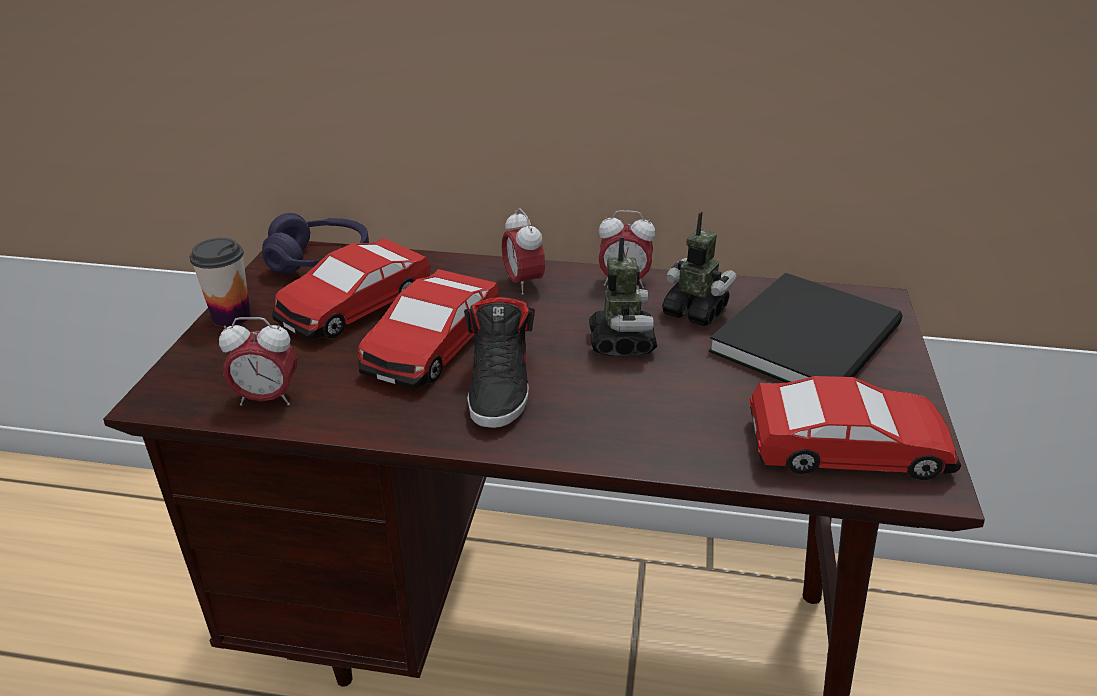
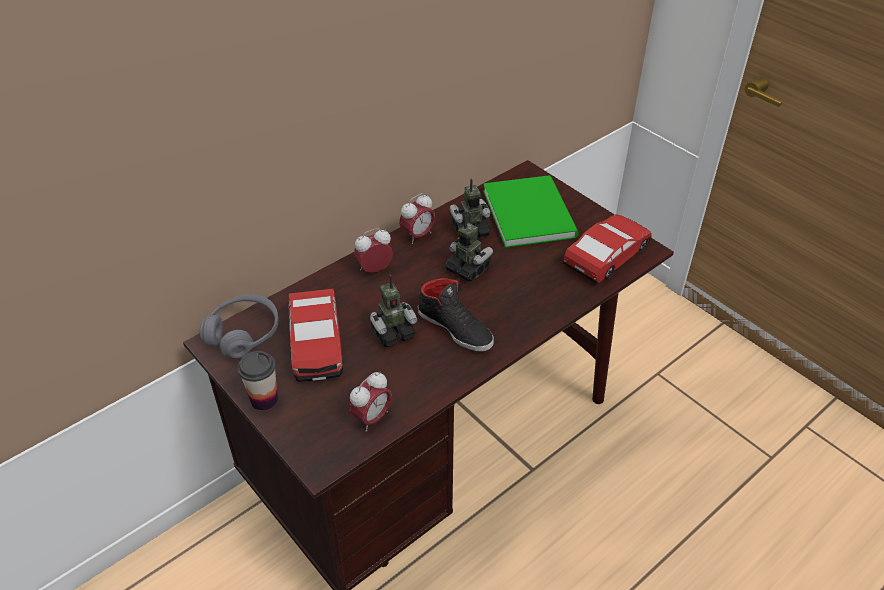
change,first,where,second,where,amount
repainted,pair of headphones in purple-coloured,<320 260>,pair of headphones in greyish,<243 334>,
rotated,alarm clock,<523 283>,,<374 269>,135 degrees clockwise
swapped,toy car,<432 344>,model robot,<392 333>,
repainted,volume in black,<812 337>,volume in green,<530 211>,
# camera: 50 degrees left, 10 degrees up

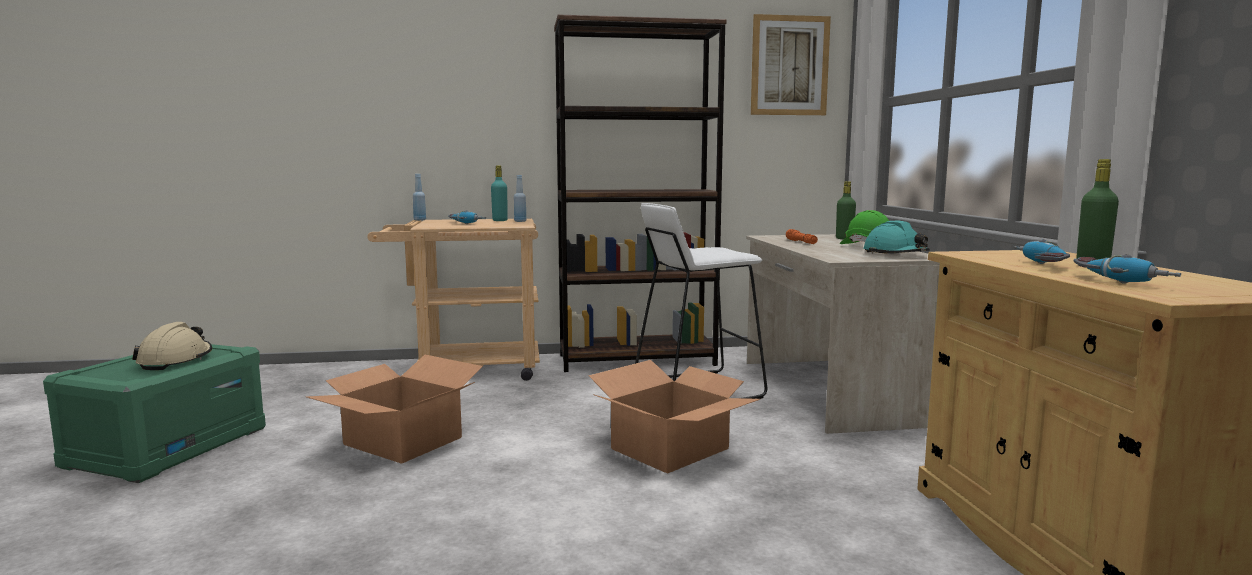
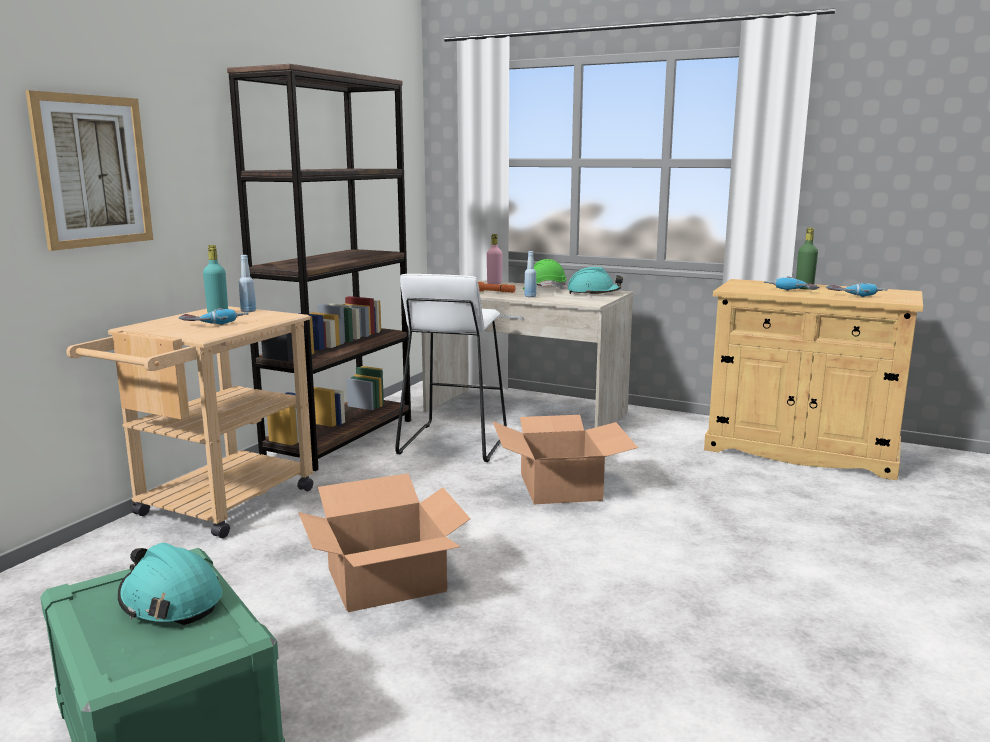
change,first,where,second,where,amount
shifted,picture,<789 66>,,<93 171>,
repainted,work helmet in beige-coloured,<175 360>,work helmet in turquoise-coloured,<170 601>,
repainted,drink bottle in green,<844 238>,drink bottle in pink,<494 283>,
shifted,drink bottle in bluish,<420 220>,,<530 296>,
# camera: 55 degrees left, 5 degrees up

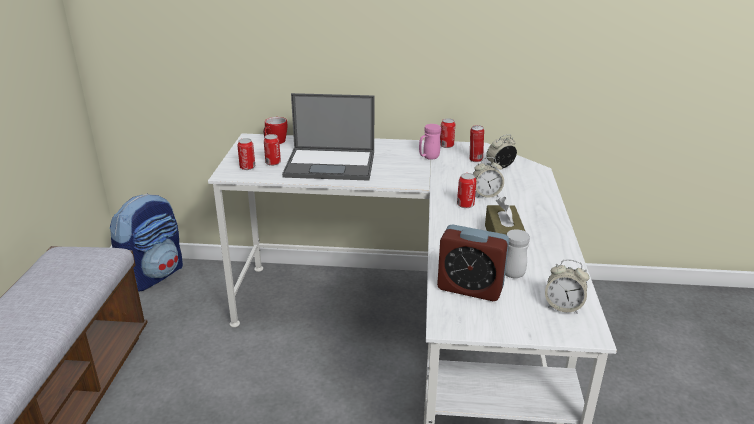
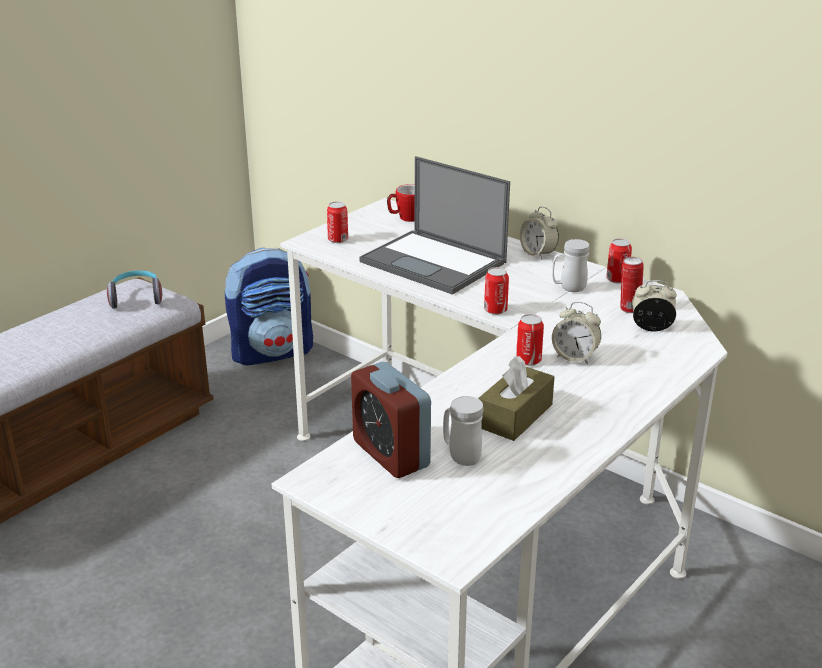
change,first,where,second,where,amount
new,,,pair of headphones,<136 297>,
shifted,metal can,<273 163>,,<495 310>,
shifted,alarm clock,<563 306>,,<538 254>,
repainted,mug in pink,<428 158>,mug in white,<568 288>,
# camera: 35 degrees right, 0 degrees up

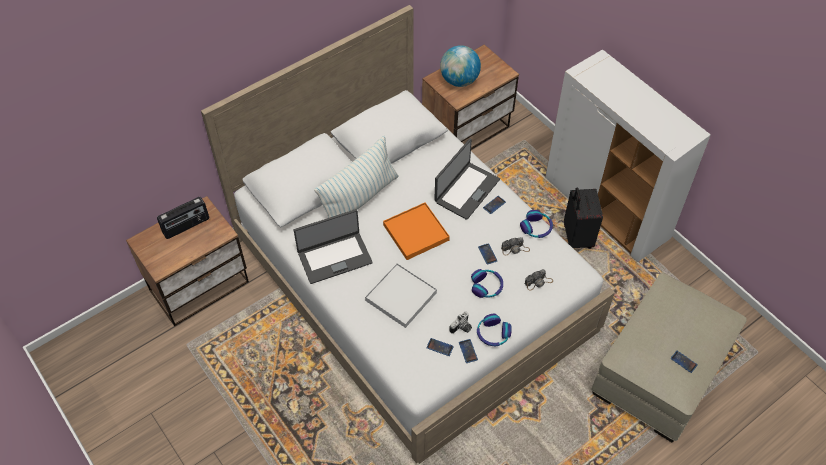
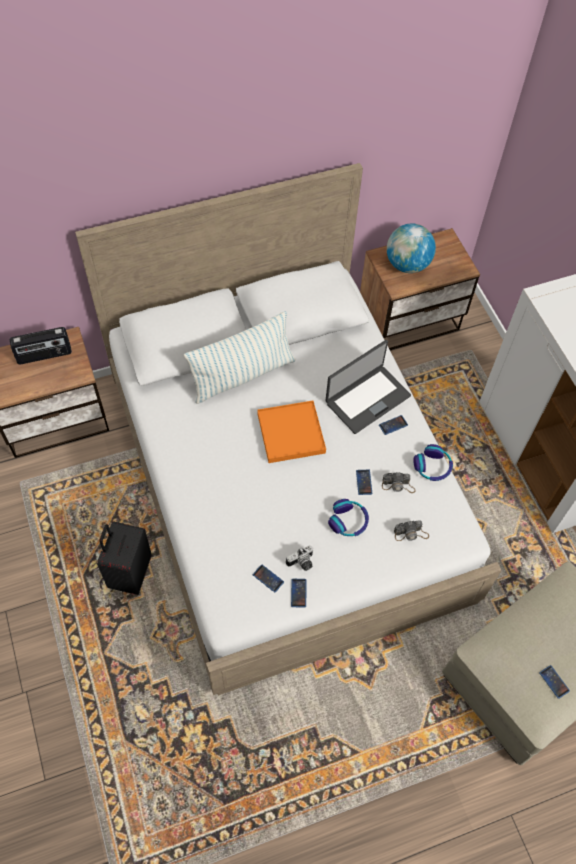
change,first,where,second,where,amount
shifted,travel case in black,<576 237>,,<129 573>,
gone,portable computer,<334 257>,,,
gone,tray in white,<400 296>,,,
gone,pair of headphones,<493 334>,,,
# camera: 15 degrees right, 5 degrees up

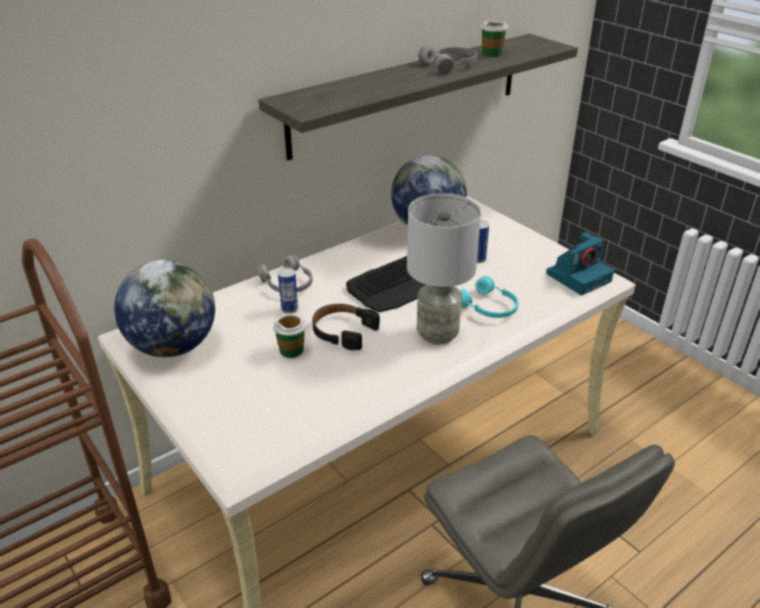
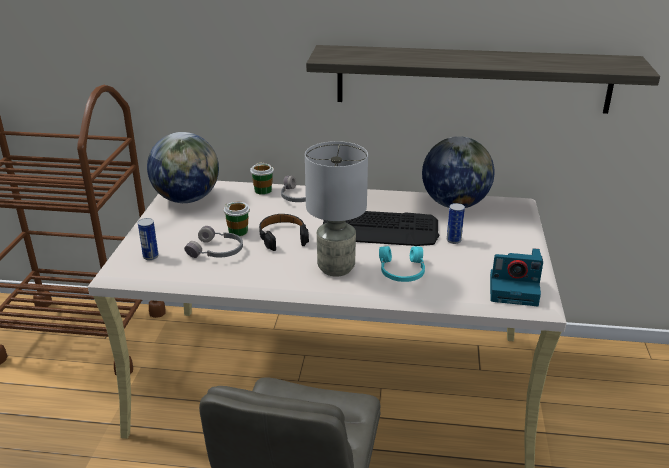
change,first,where,second,where,amount
shifted,metal can,<289 309>,,<150 256>,
shifted,pair of headphones in greyish,<450 65>,,<217 251>,
shifted,cup,<492 54>,,<263 190>,
# camera: 45 degrees right, 5 degrees down

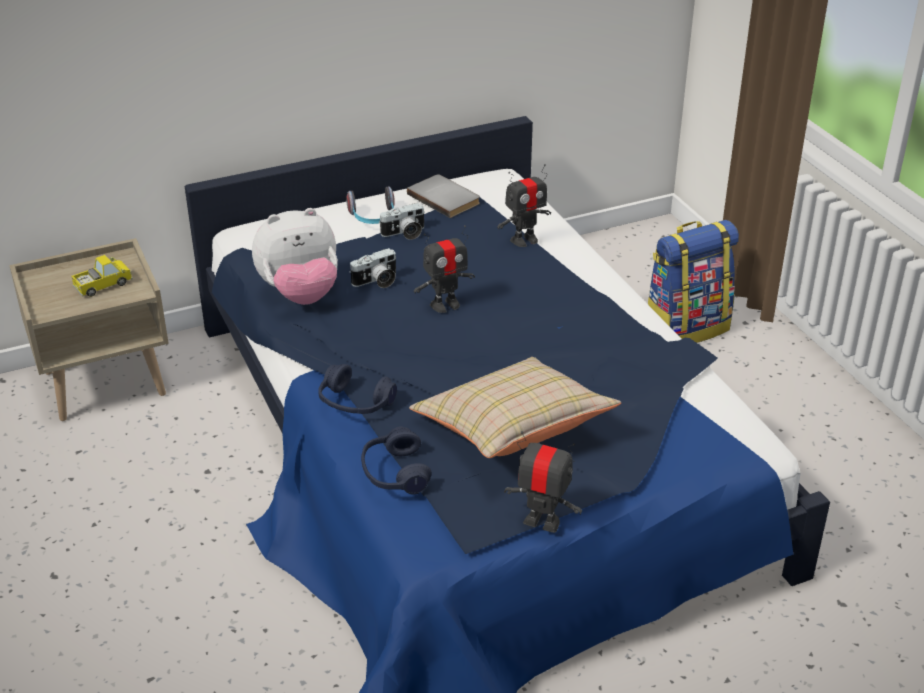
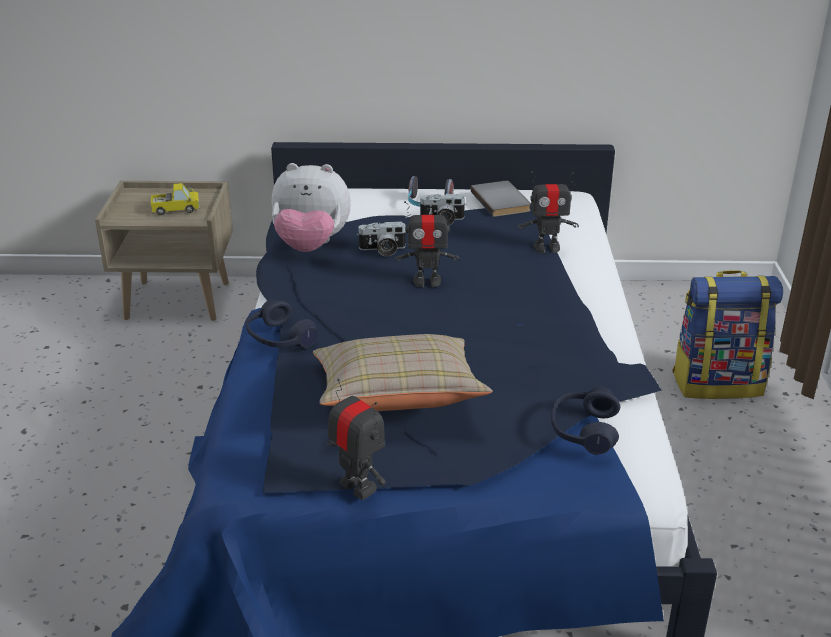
change,first,where,second,where,amount
shifted,pair of headphones in bluish,<394 473>,,<583 431>,
# camera: 25 degrees right, 5 degrees down

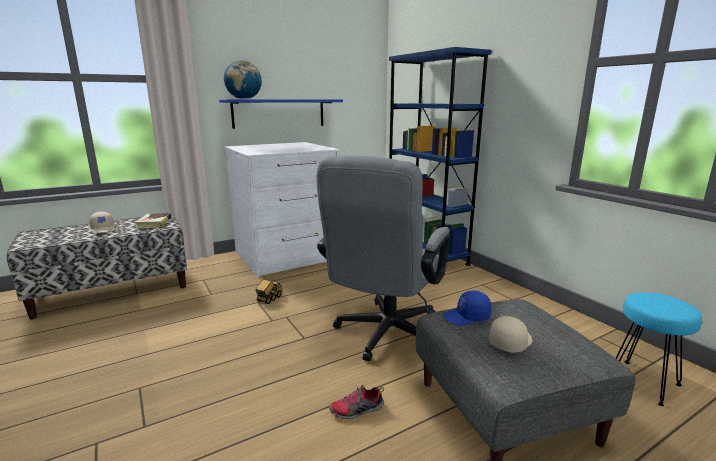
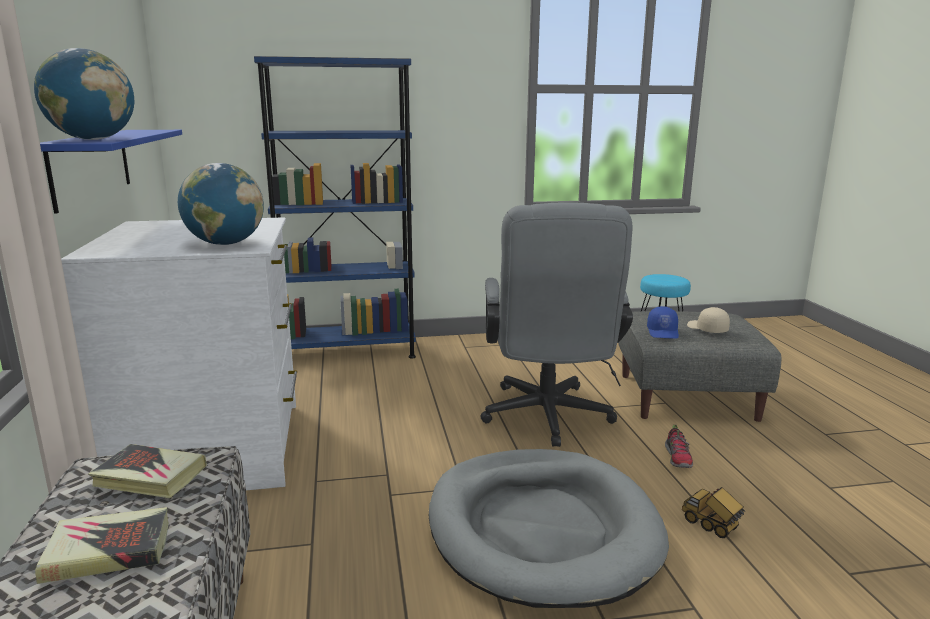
change,first,where,second,where,amount
swapped,peaked cap in beige-coloured,<103 229>,volume,<108 551>,
new,,,desk globe,<225 244>,
new,,,dog bed in greyish,<541 529>,
rotated,computer chair in greyish,<384 336>,,<547 419>,45 degrees clockwise
shifted,toy lorry,<269 299>,,<711 525>,
# camera: 70 degrees left, 0 degrees up

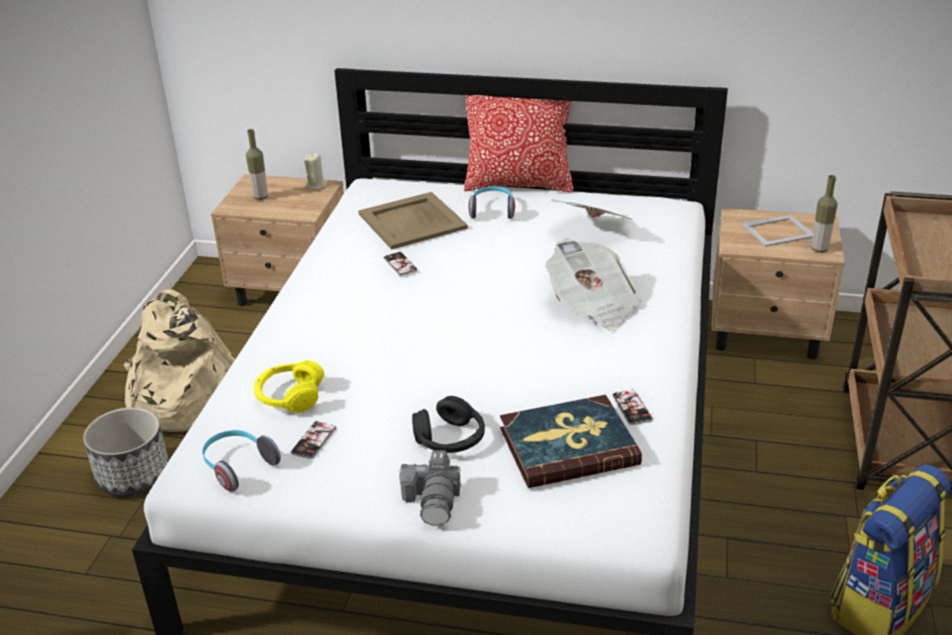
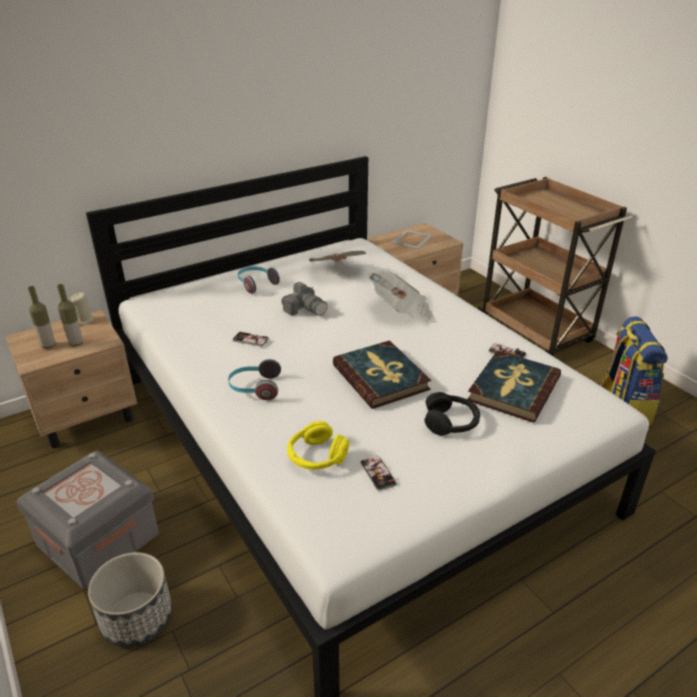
change,first,where,second,where,amount
swapped,rucksack in beige-coloured,<180 399>,storage bin in greyish,<98 539>,
shifted,drink bottle,<819 249>,,<76 343>,
shifted,pair of headphones,<238 466>,,<255 388>,
shifted,still camera,<433 500>,,<305 309>,
new,,,volume,<381 377>,
gone,tray in beige-coloured,<412 221>,,,
gone,pillow,<519 184>,,,
# camera: 45 degrees left, 0 degrees up

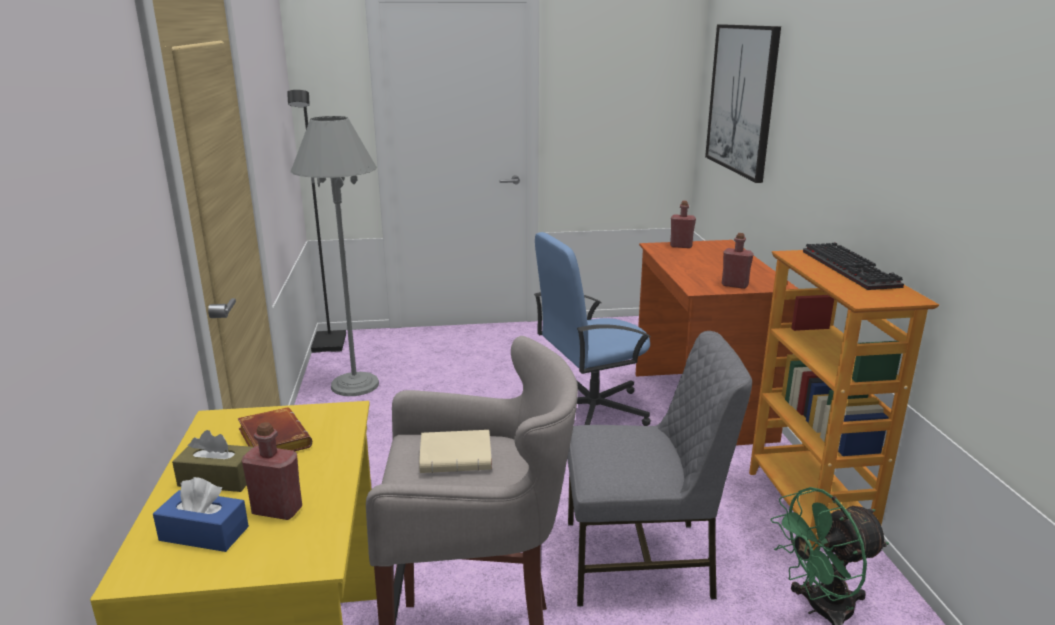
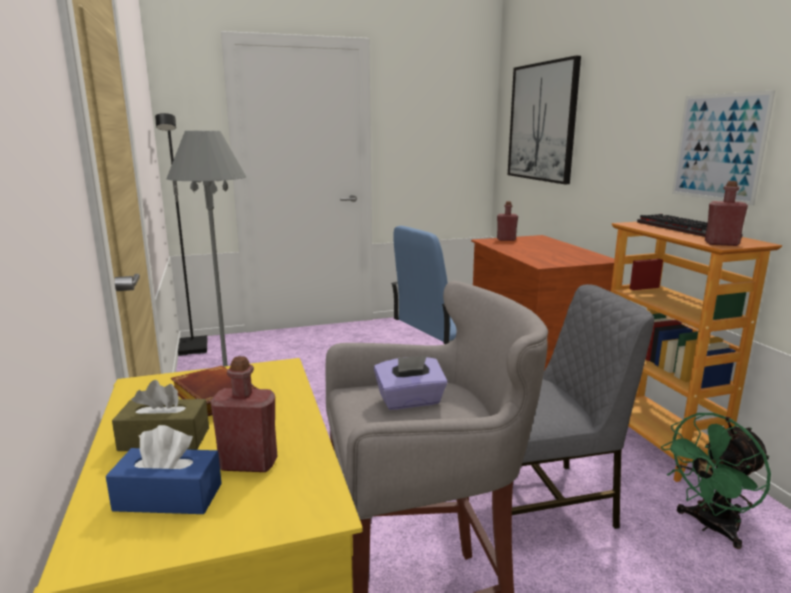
change,first,where,second,where,amount
swapped,volume in beige-coloured,<458 457>,tissue holder in purple-coloured,<410 401>,
new,,,picture,<718 147>,
shifted,drink bottle in red,<734 285>,,<721 244>,
# camera: 10 degrees left, 5 degrees down

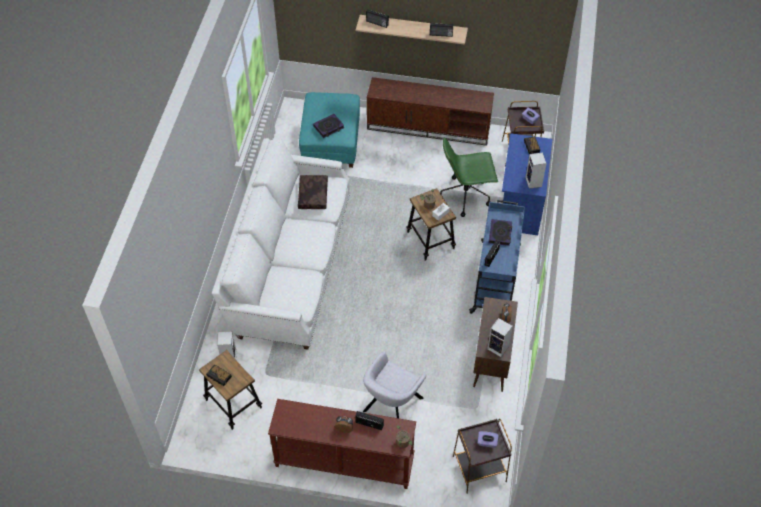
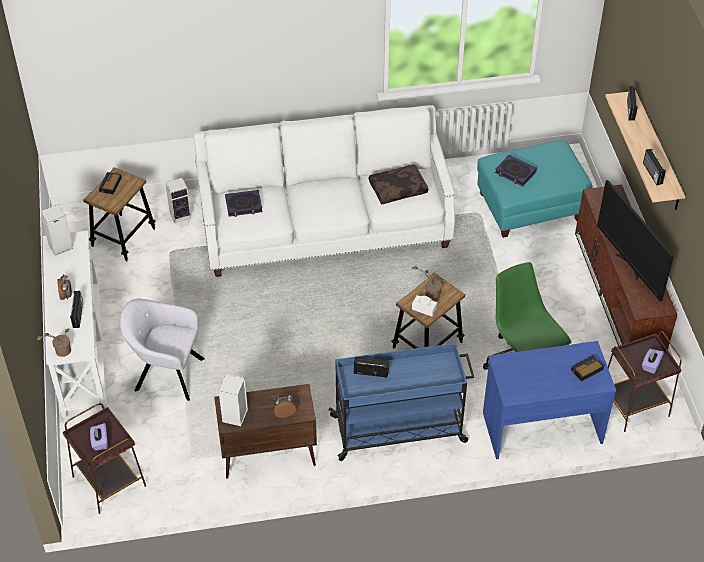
change,first,where,second,where,amount
shifted,audio speaker,<534 182>,,<60 247>,
repainted,hall table in brownish,<344 462>,hall table in white,<80 351>,
shifted,volume,<500 234>,,<243 205>,
new,,,TV set,<629 265>,
# camera: 70 degrees right, 5 degrees down

